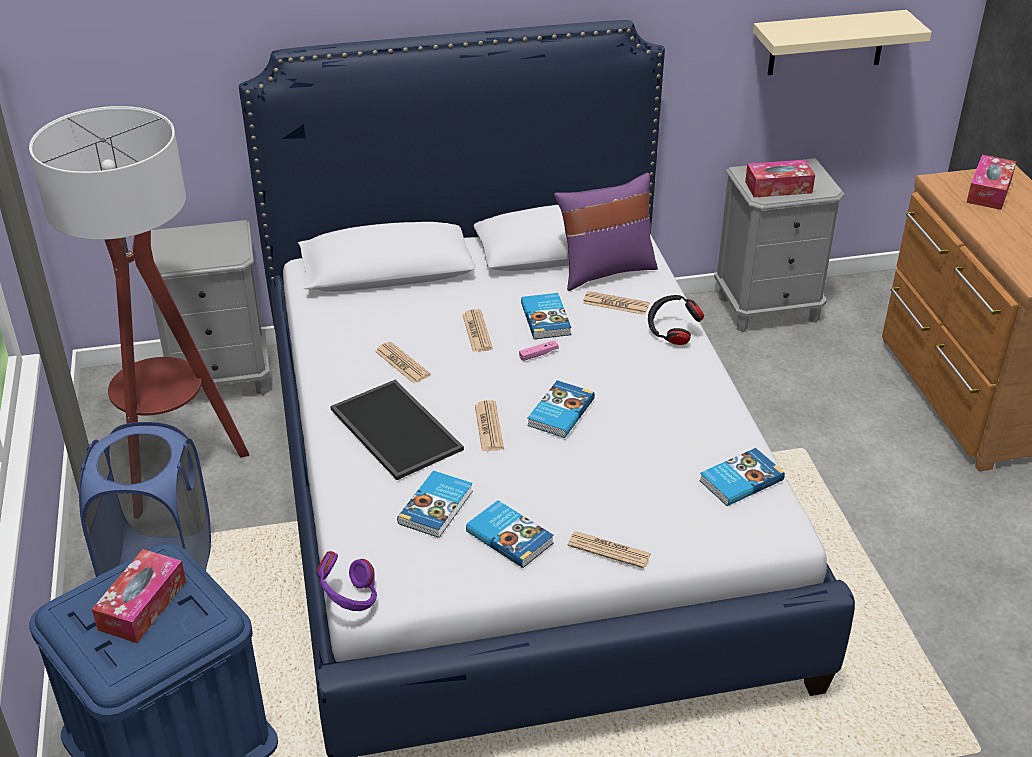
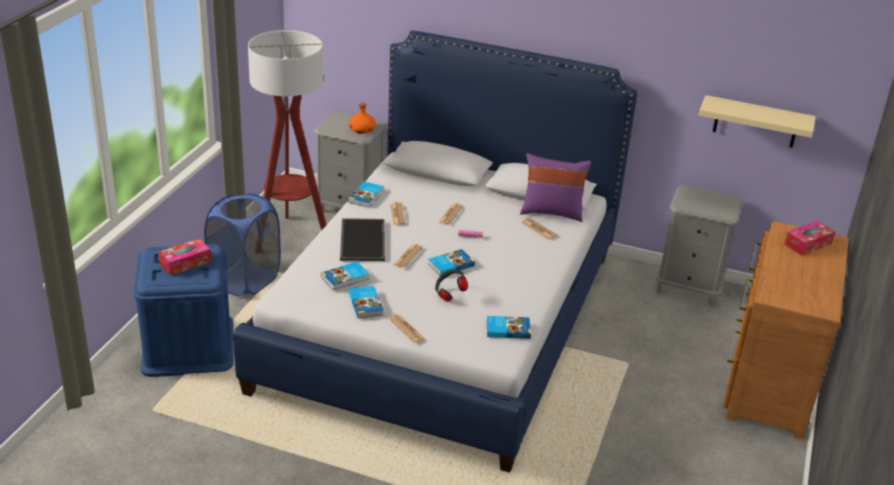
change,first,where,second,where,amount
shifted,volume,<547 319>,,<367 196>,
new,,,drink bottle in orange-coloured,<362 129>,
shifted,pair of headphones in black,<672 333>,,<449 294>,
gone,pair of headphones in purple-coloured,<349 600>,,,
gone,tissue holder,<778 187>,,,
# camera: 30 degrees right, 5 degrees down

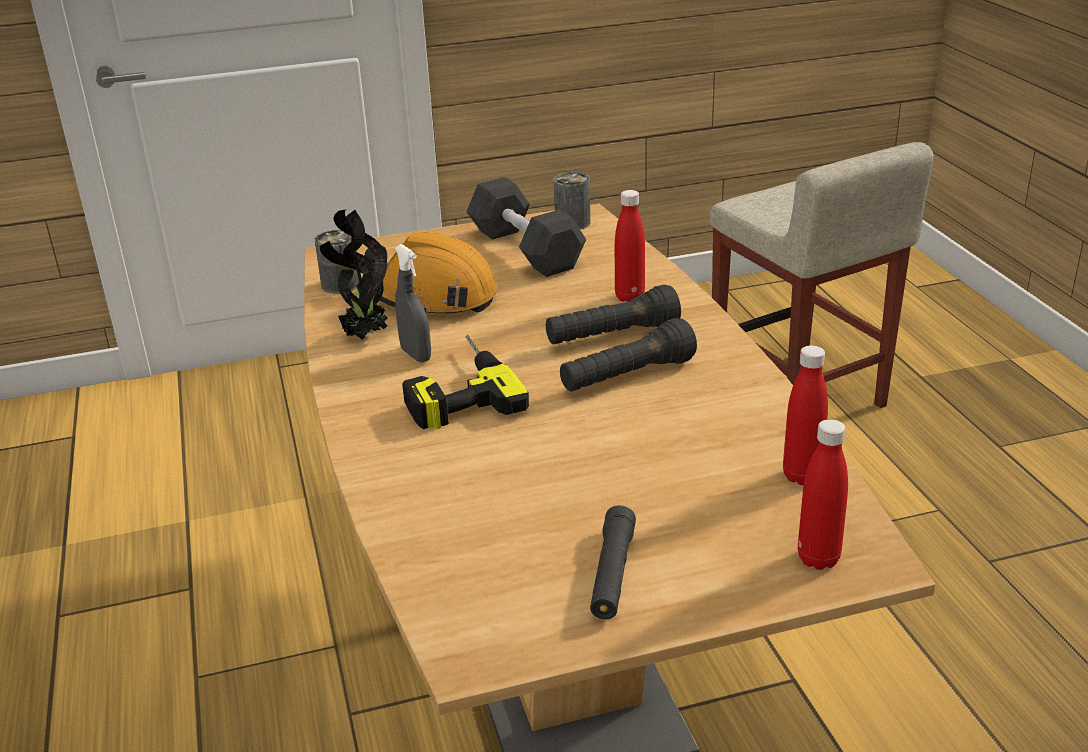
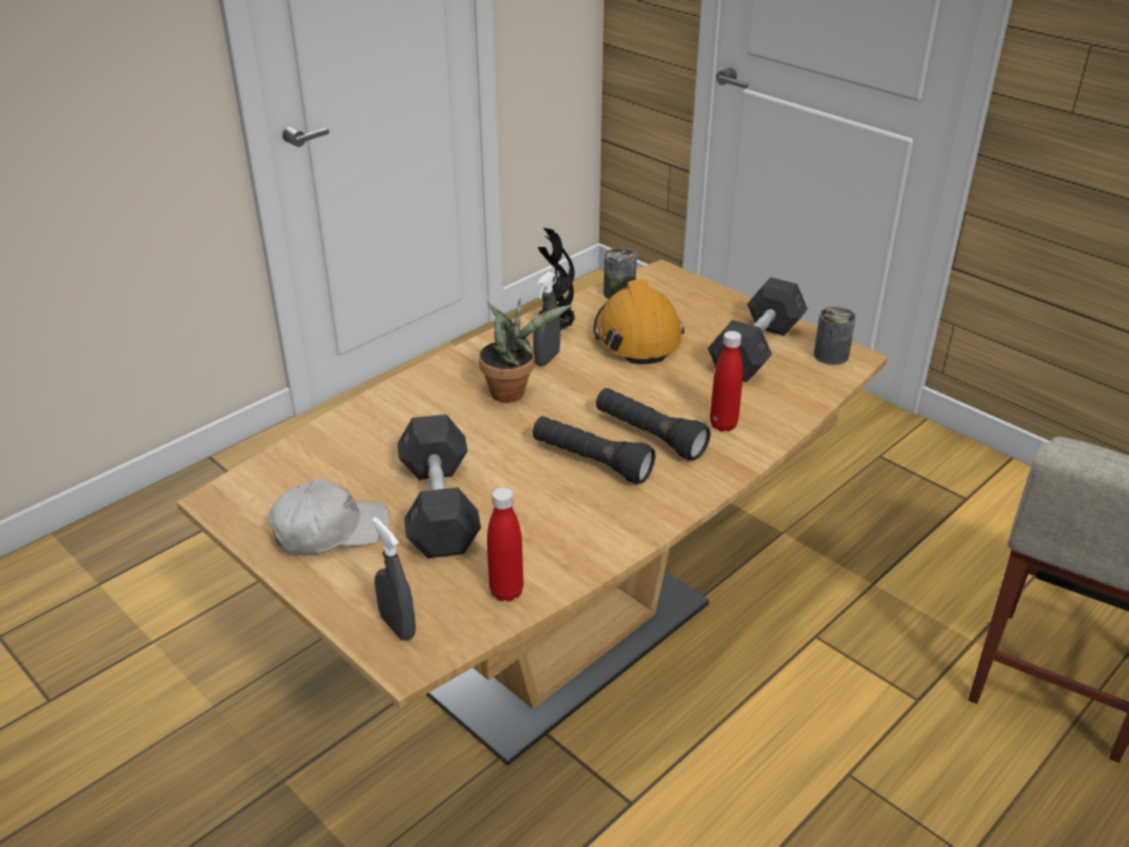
change,first,where,second,where,amount
swapped,torch in black,<612 574>,peaked cap in white,<330 531>,
swapped,drink bottle in red,<818 558>,hand sprayer in greyish,<397 626>,
new,,,free weight in greyish,<439 507>,
swapped,power drill,<455 390>,potted plant,<512 391>,
# camera: 60 degrees right, 5 degrees up

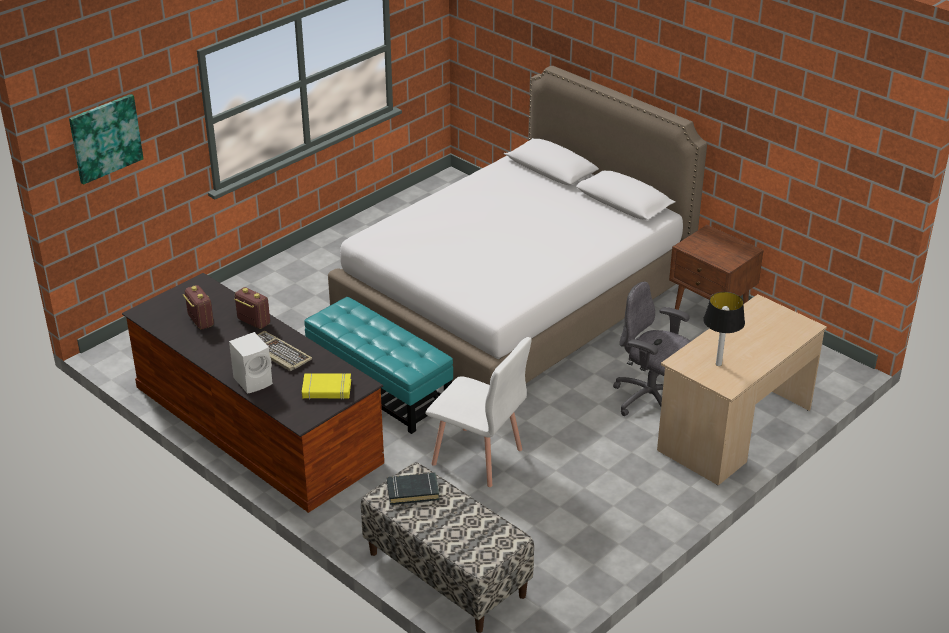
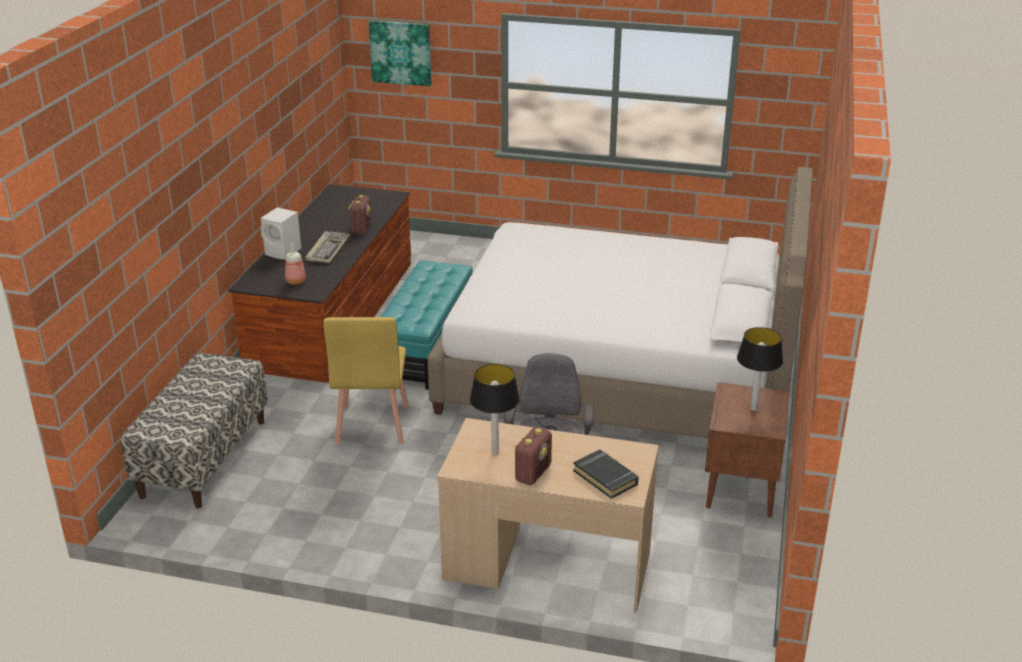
change,first,where,second,where,amount
swapped,volume in yellow,<326 390>,drink bottle,<295 281>,
repainted,chair in white,<477 457>,chair in yellow,<372 424>,
shifted,radio set,<200 321>,,<533 473>,
shifted,volume in black,<413 491>,,<605 477>,
new,,,lamp for a table,<753 409>,
# camera: 60 degrees right, 5 degrees down

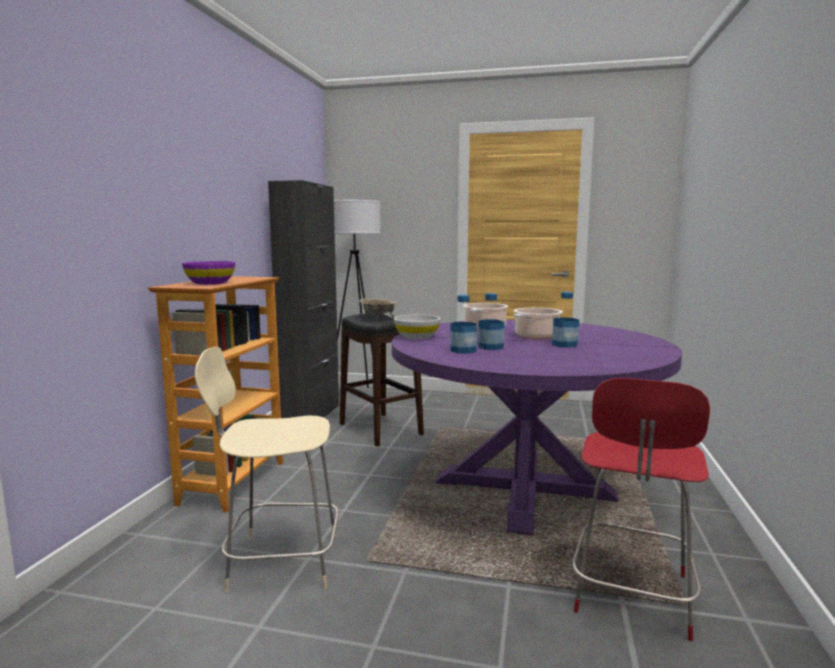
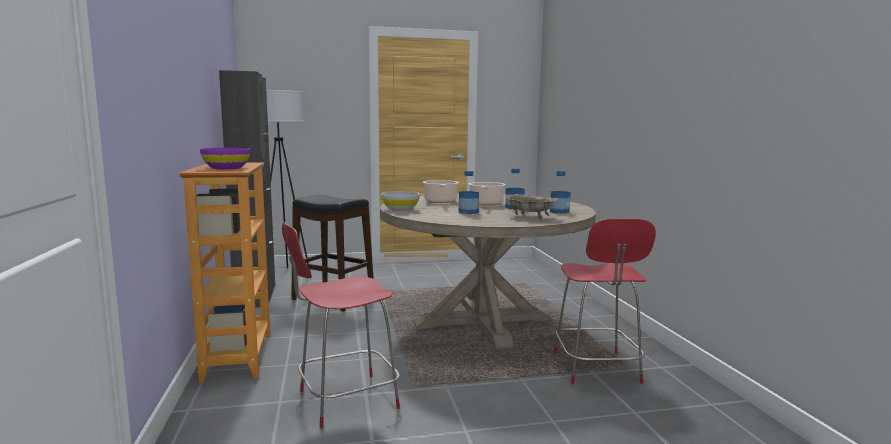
change,first,where,second,where,amount
repainted,chair in beige-coloured,<280 561>,chair in red,<344 400>,
repainted,kitchen table in purple-coloured,<524 488>,kitchen table in beige-coloured,<483 322>,
shifted,bowl in beige-coloured,<378 318>,,<530 217>,
shifted,drink bottle,<463 350>,,<559 212>,
# camera: 25 degrees left, 0 degrees up

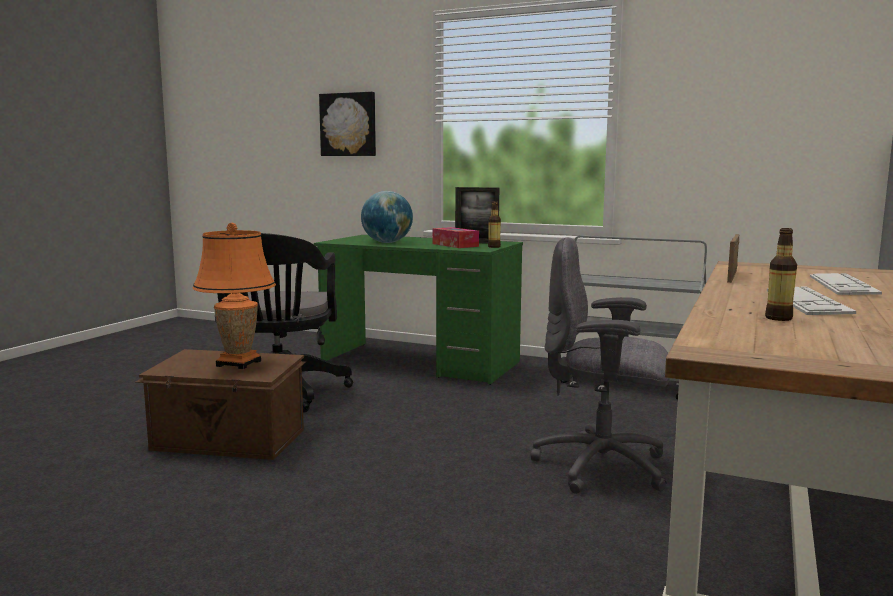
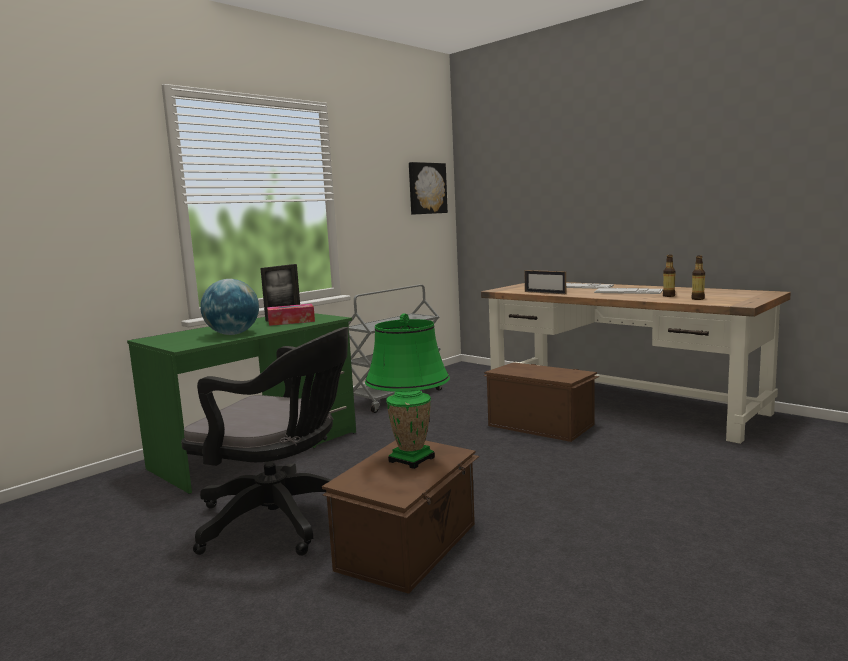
change,first,where,second,where,amount
repainted,lamp for a table in orange-coloured,<239 363>,lamp for a table in green,<412 459>,
shifted,picture,<349 124>,,<426 188>,
swapped,computer chair in greyish,<603 467>,storage bin in brownish,<540 424>,
shifted,drink bottle,<494 247>,,<697 299>,
# camera: 70 degrees left, 0 degrees up

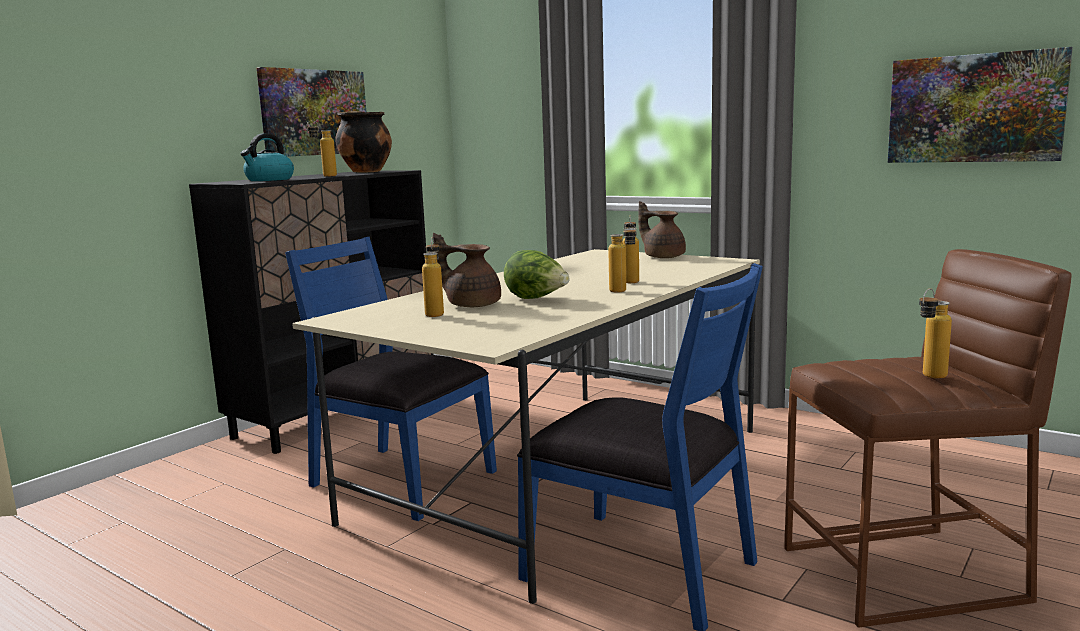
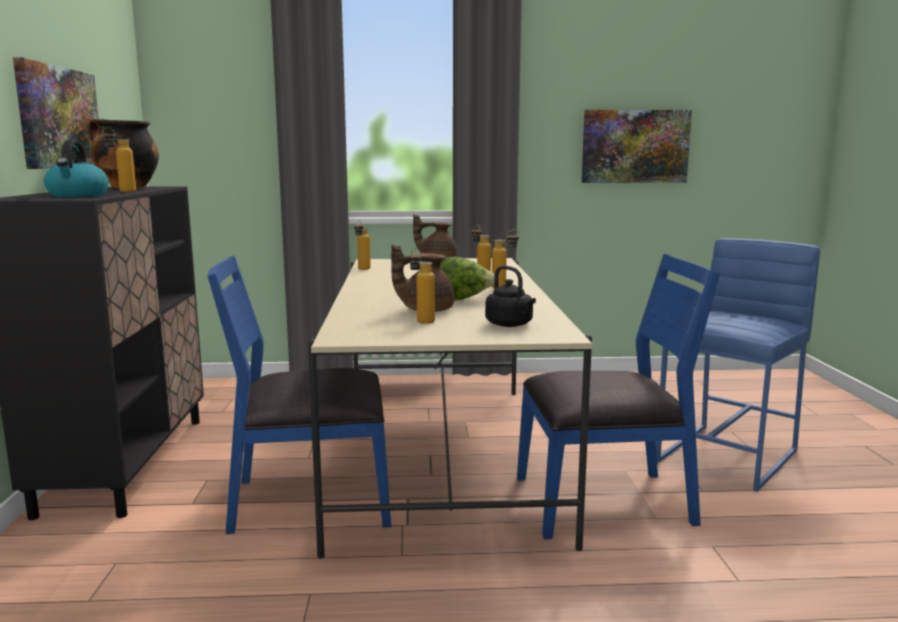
change,first,where,second,where,amount
shifted,drink bottle,<929 377>,,<362 269>,
new,,,tea kettle in black,<510 325>,
repainted,sitting stool in brownish,<904 574>,sitting stool in bluish,<729 456>,
# camera: 40 degrees left, 0 degrees up

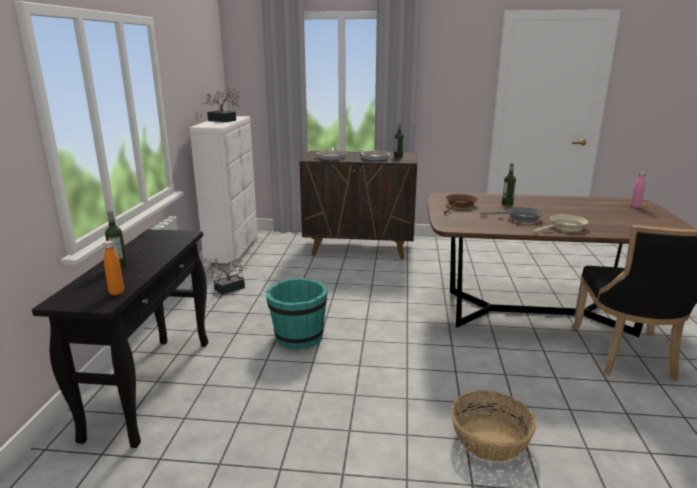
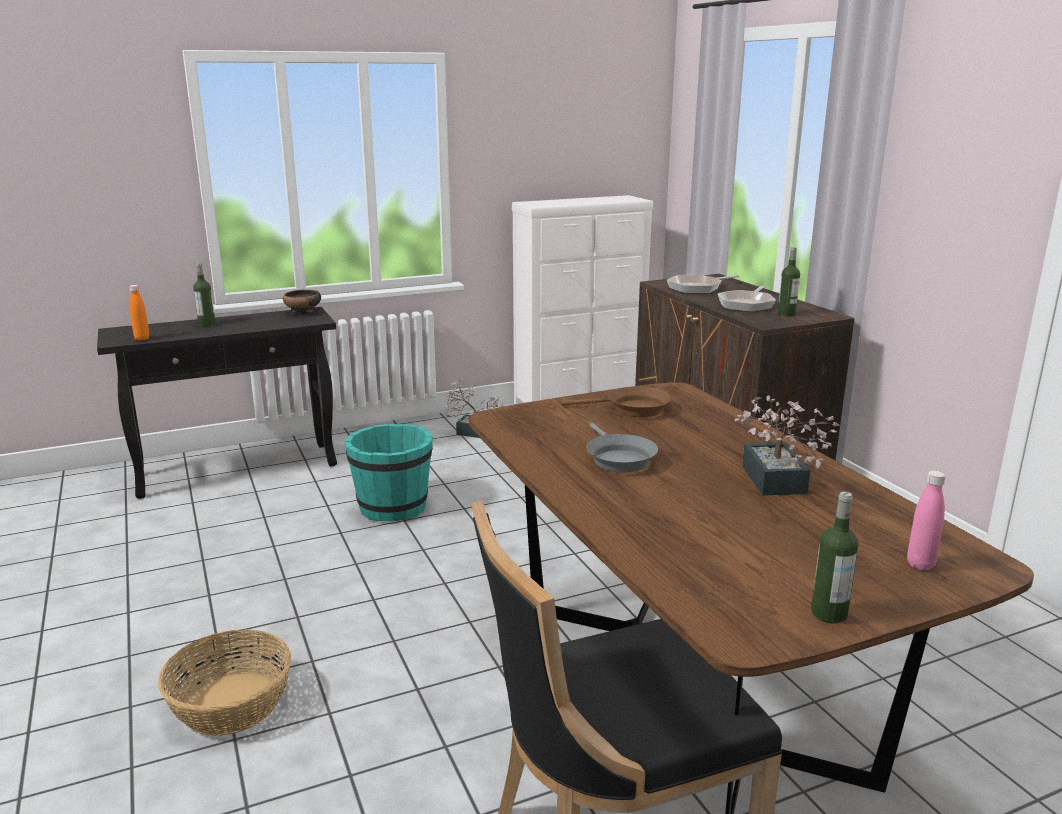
change,first,where,second,where,amount
new,,,bowl,<303 312>,
shifted,potted plant,<224 121>,,<775 483>,
shifted,drink bottle,<507 204>,,<829 614>,
gone,skillet in beige-coloured,<565 227>,,,
# camera: 60 degrees right, 0 degrees up

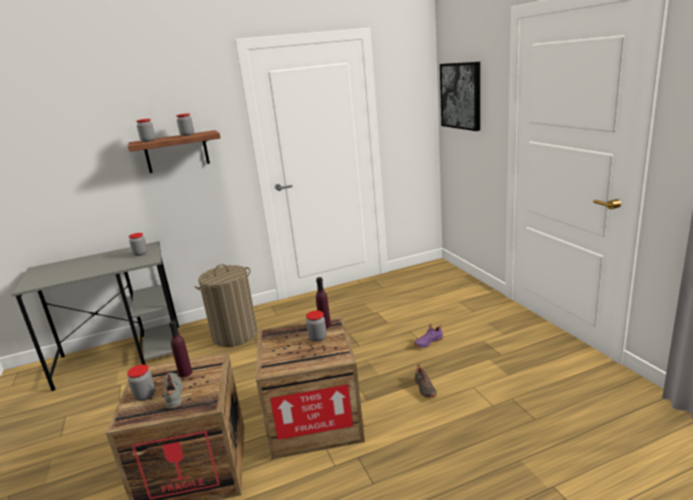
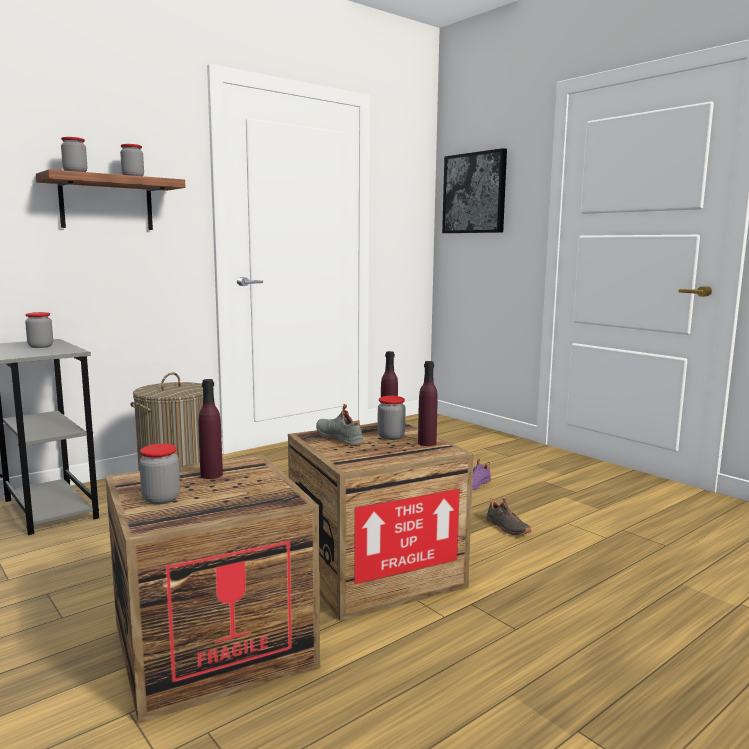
change,first,where,second,where,amount
shifted,shoe in greyish,<174 394>,,<340 438>,
new,,,drink bottle in purple-coloured,<427 443>,
# camera: 20 degrees left, 10 degrees down

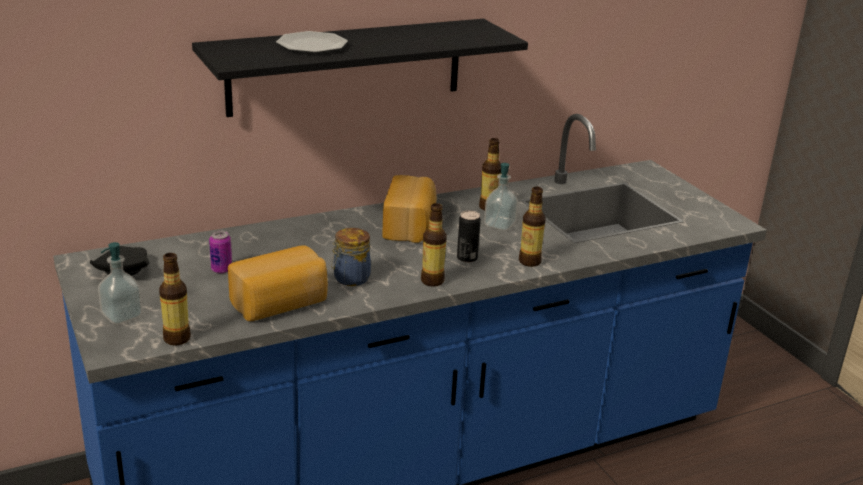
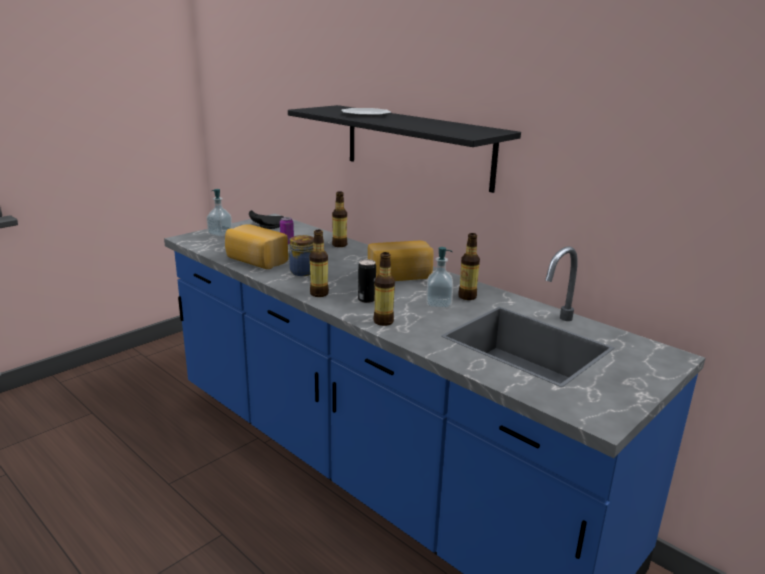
change,first,where,second,where,amount
shifted,drink bottle,<177 338>,,<339 245>,
# camera: 70 degrees right, 5 degrees down

